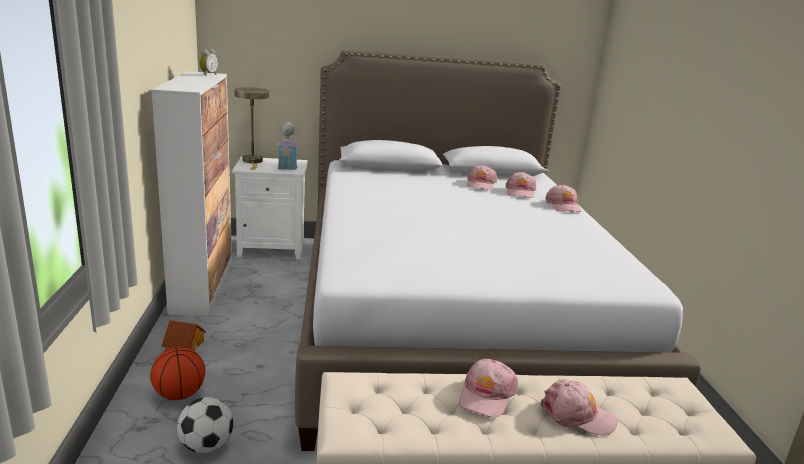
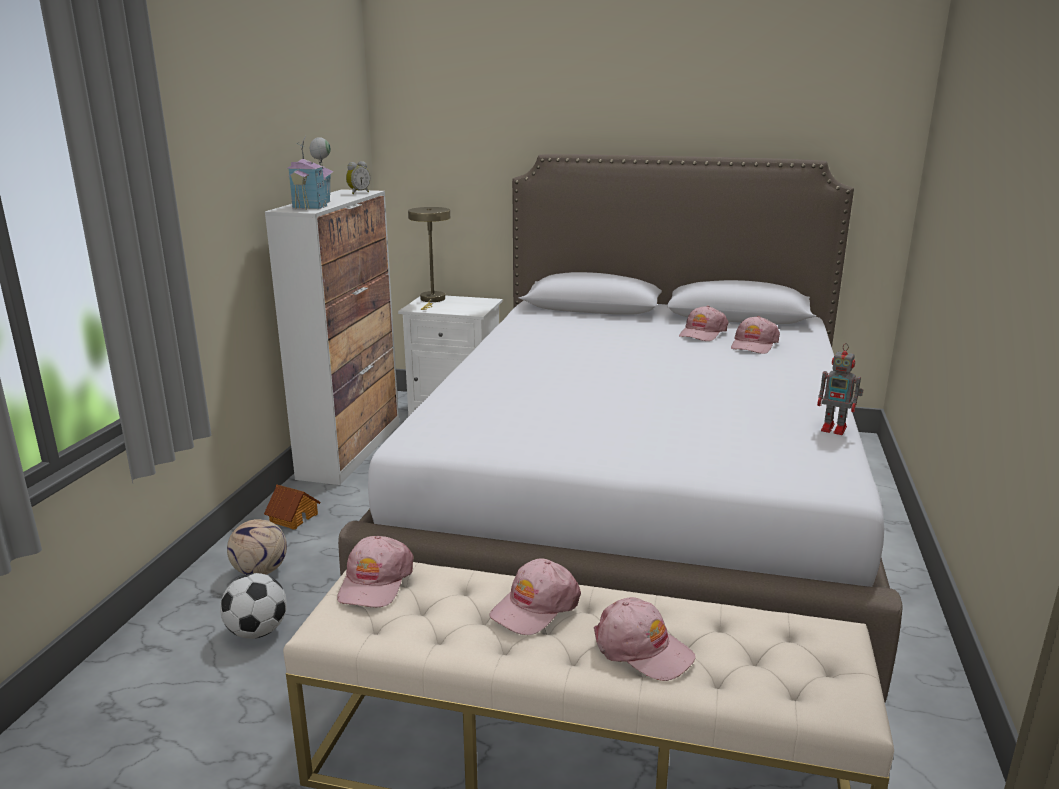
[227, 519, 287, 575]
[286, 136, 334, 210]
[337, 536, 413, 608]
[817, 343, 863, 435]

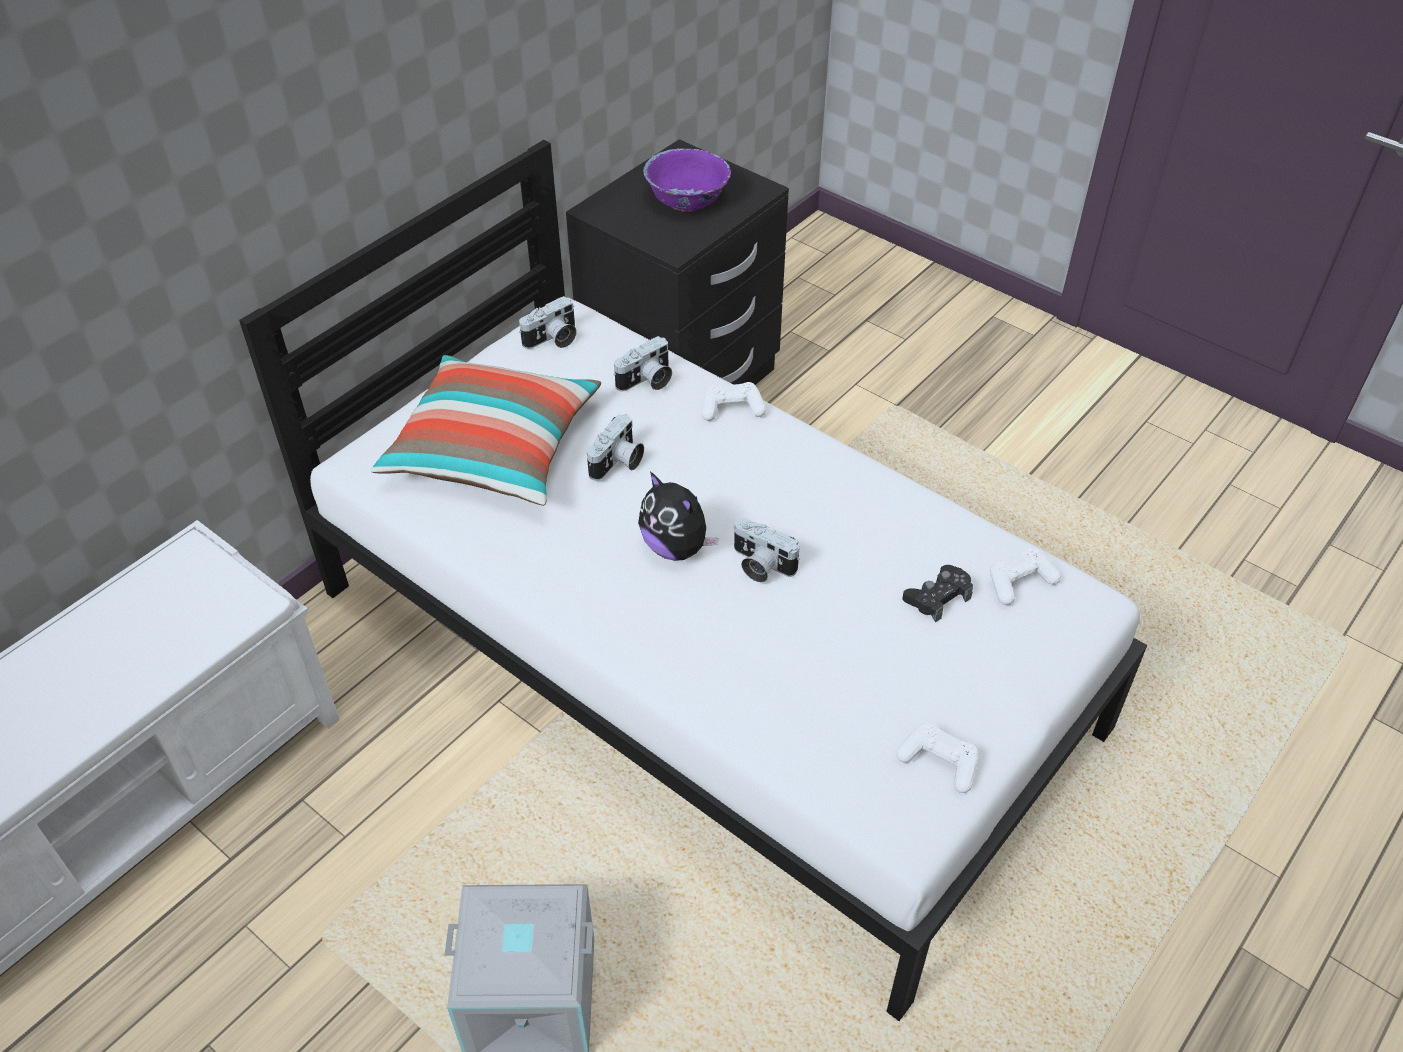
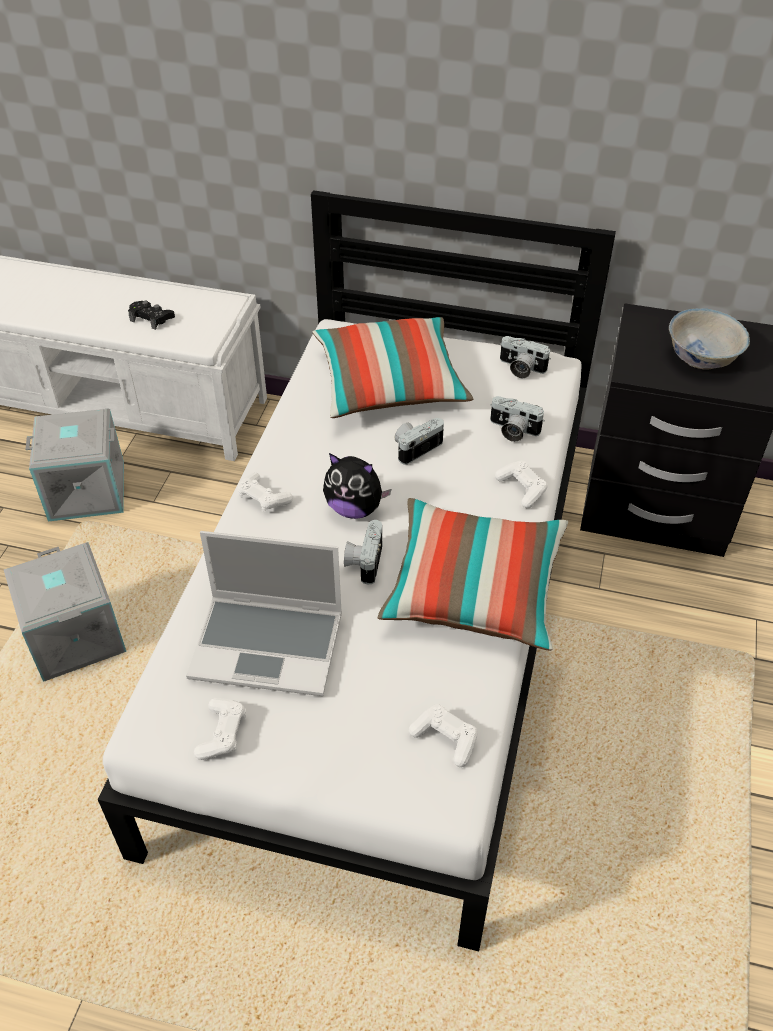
[394, 418, 444, 465]
[323, 453, 392, 519]
[669, 308, 750, 369]
[128, 301, 175, 330]
[25, 409, 124, 522]
[186, 531, 342, 696]
[237, 472, 293, 512]
[378, 498, 568, 650]

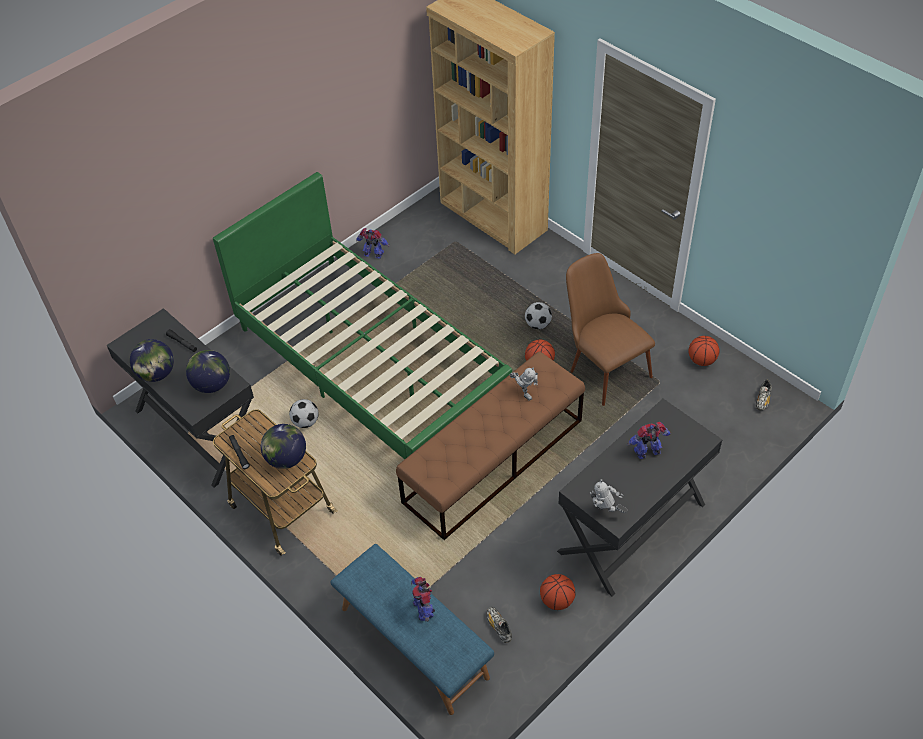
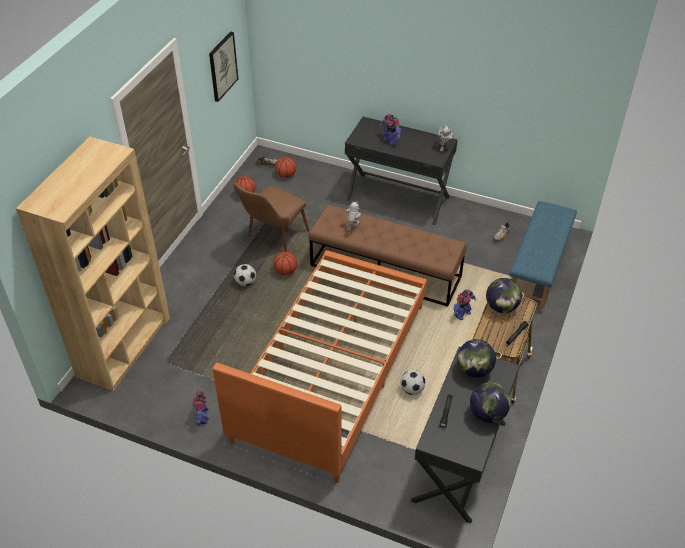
[213, 250, 427, 483]
[454, 289, 476, 320]
[275, 156, 297, 178]
[209, 32, 238, 102]

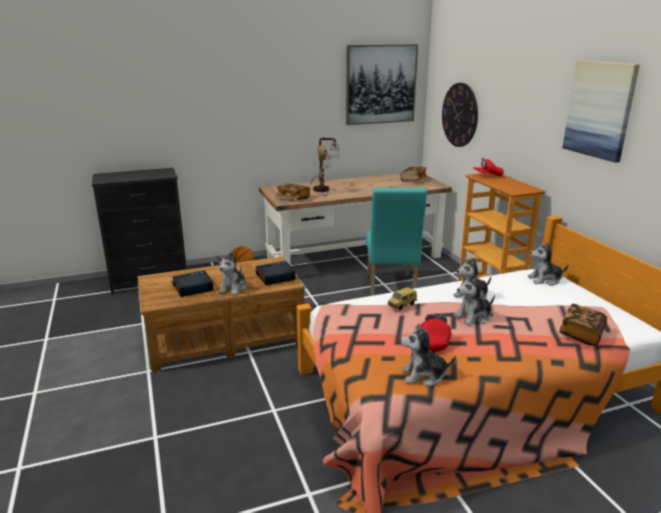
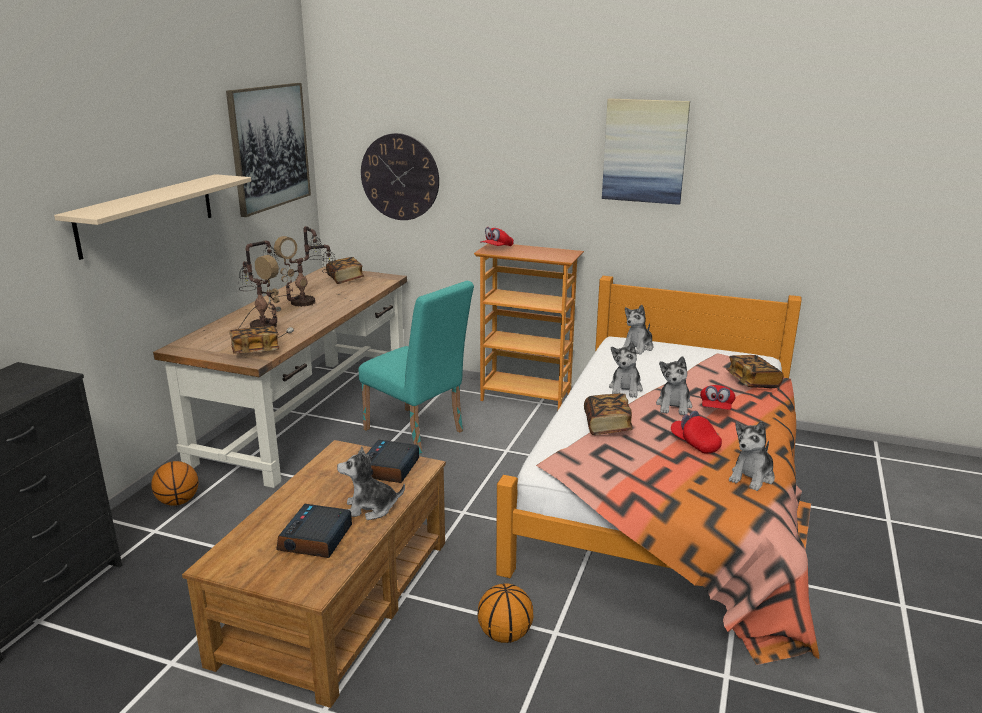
[337, 447, 405, 520]
[584, 394, 632, 435]
[54, 174, 251, 260]
[267, 226, 338, 311]
[477, 584, 533, 643]
[700, 385, 735, 410]

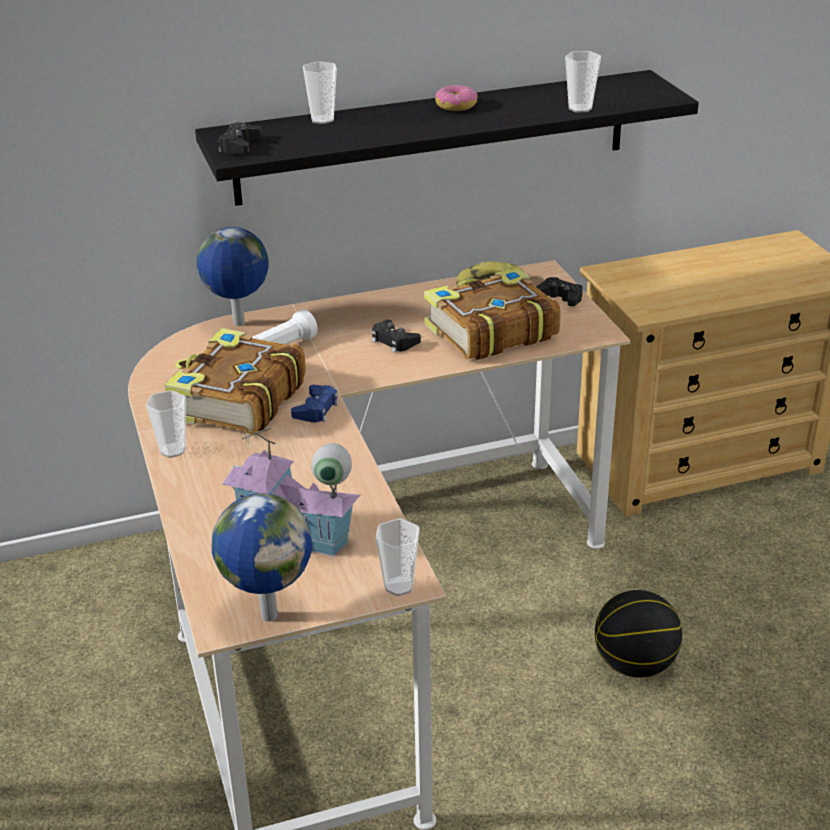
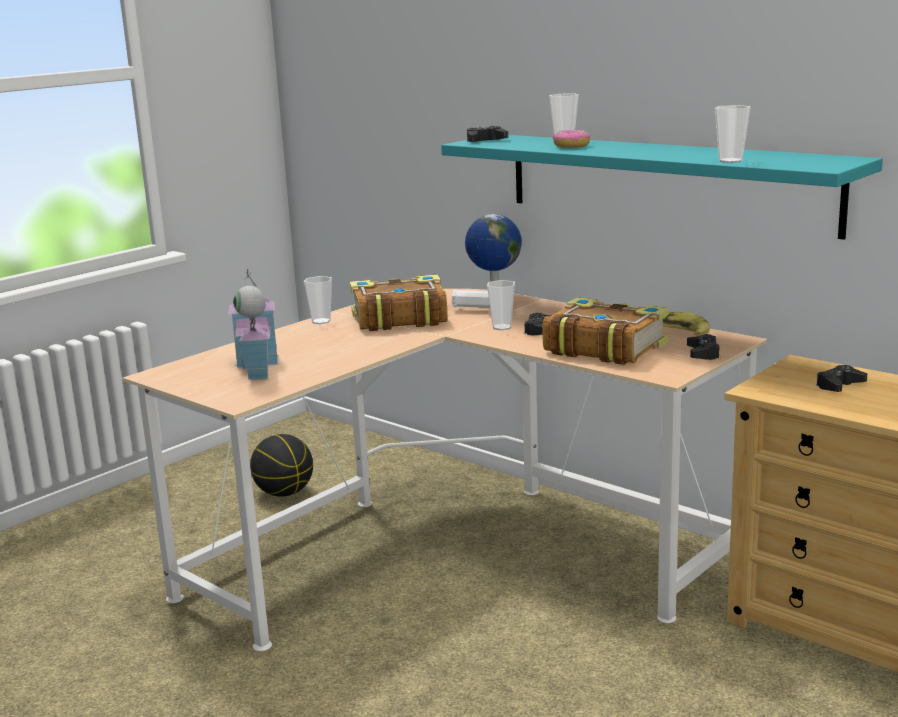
[441, 135, 883, 240]
[212, 493, 312, 622] (first image)
[291, 385, 339, 423] (first image)
[487, 280, 515, 330]
[553, 130, 590, 148]
[250, 434, 313, 497]
[816, 365, 867, 392]

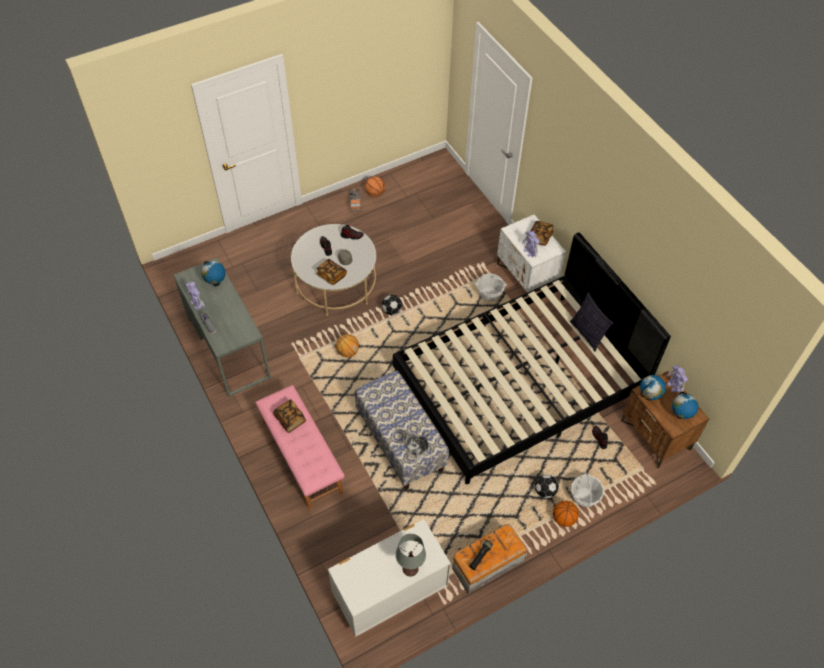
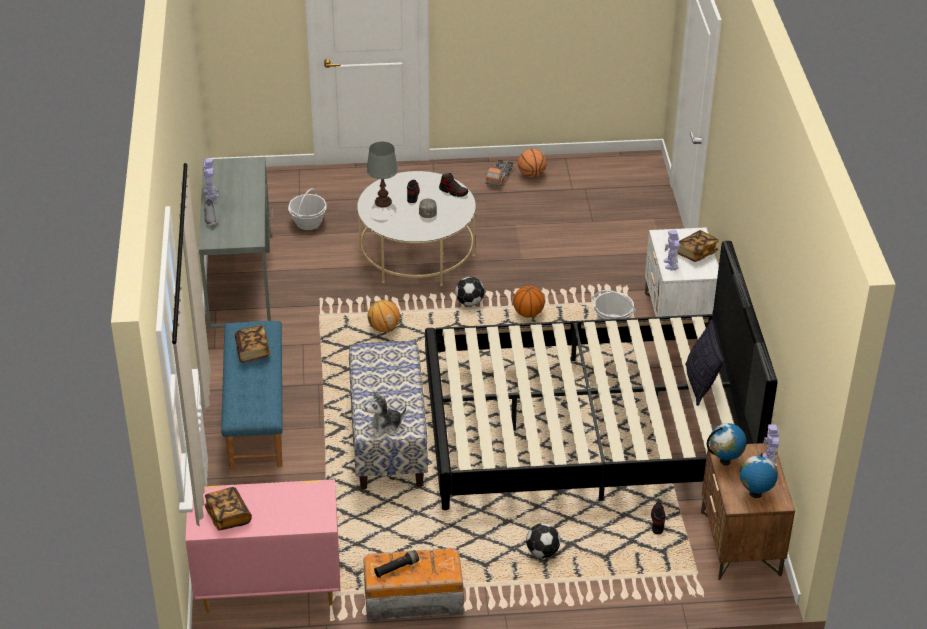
[201, 261, 226, 286] (first image)
[221, 321, 283, 470]
[205, 487, 252, 531]
[185, 479, 340, 613]
[366, 142, 398, 208]
[513, 286, 545, 318]
[288, 188, 327, 230]

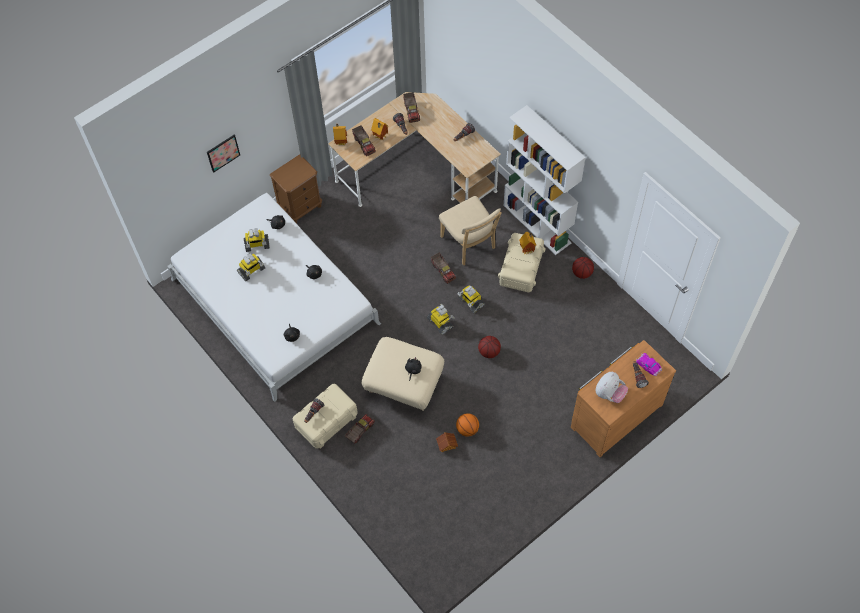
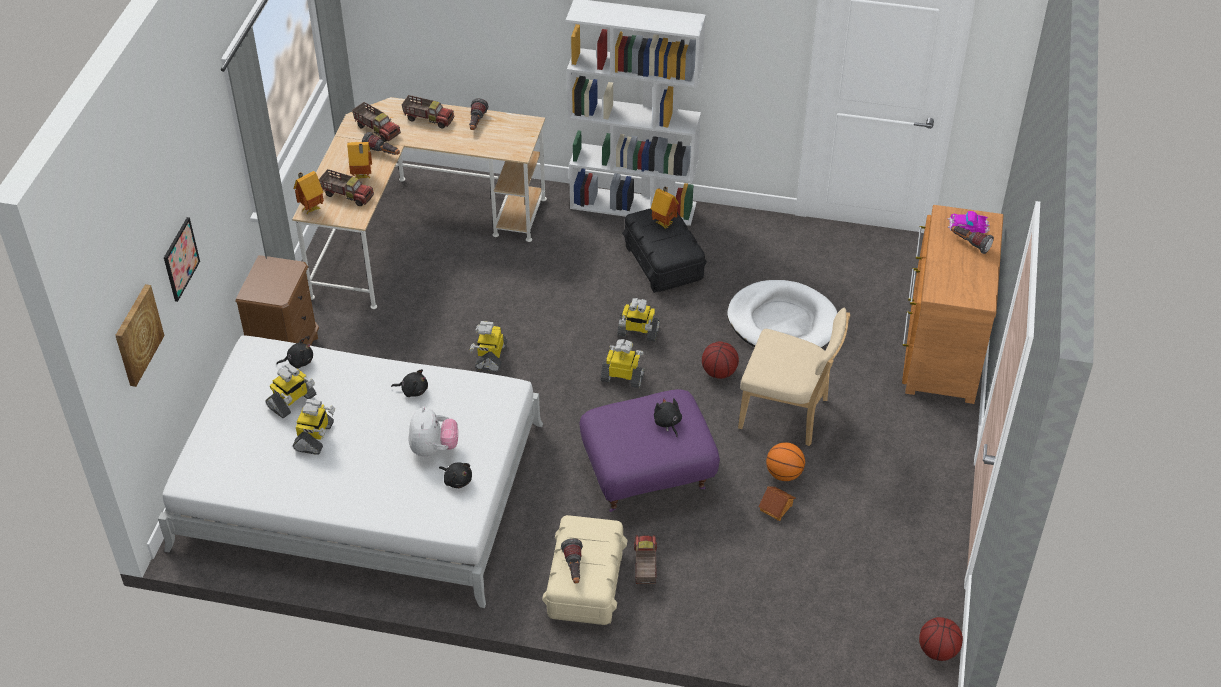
[580, 389, 720, 512]
[402, 95, 454, 129]
[738, 308, 850, 446]
[622, 208, 707, 293]
[919, 617, 963, 661]
[409, 406, 458, 456]
[115, 284, 165, 387]
[470, 321, 508, 372]
[727, 280, 837, 348]

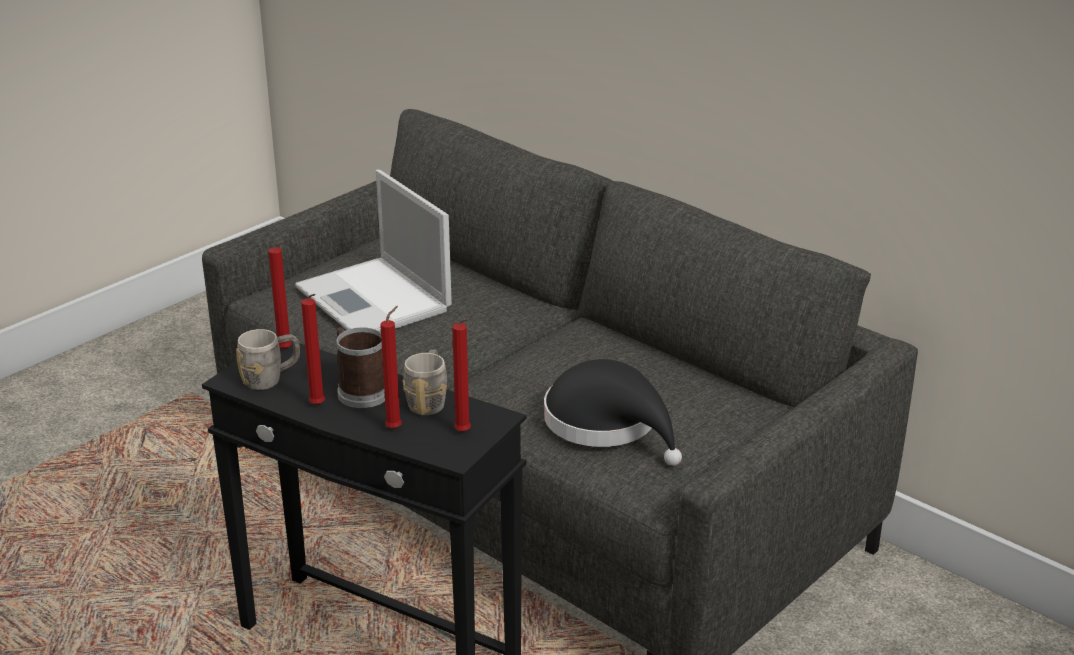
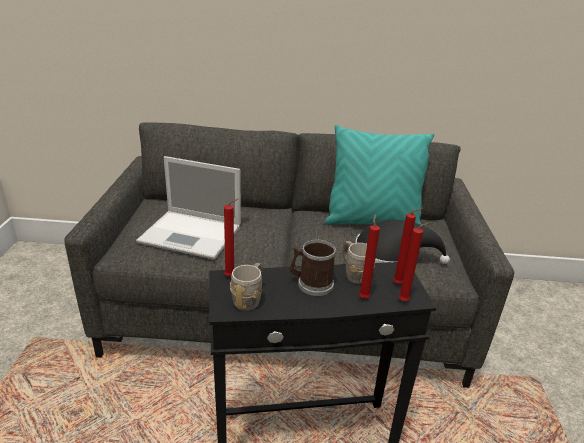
[399, 223, 430, 301]
[324, 125, 434, 225]

